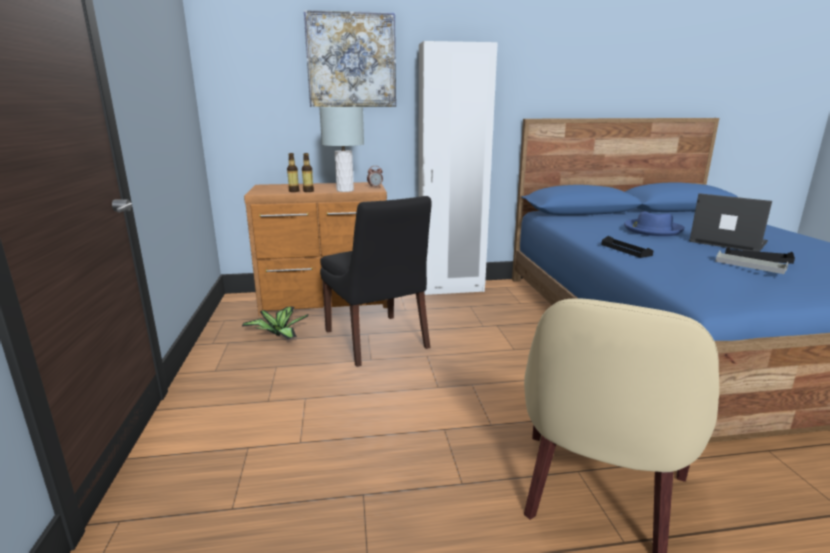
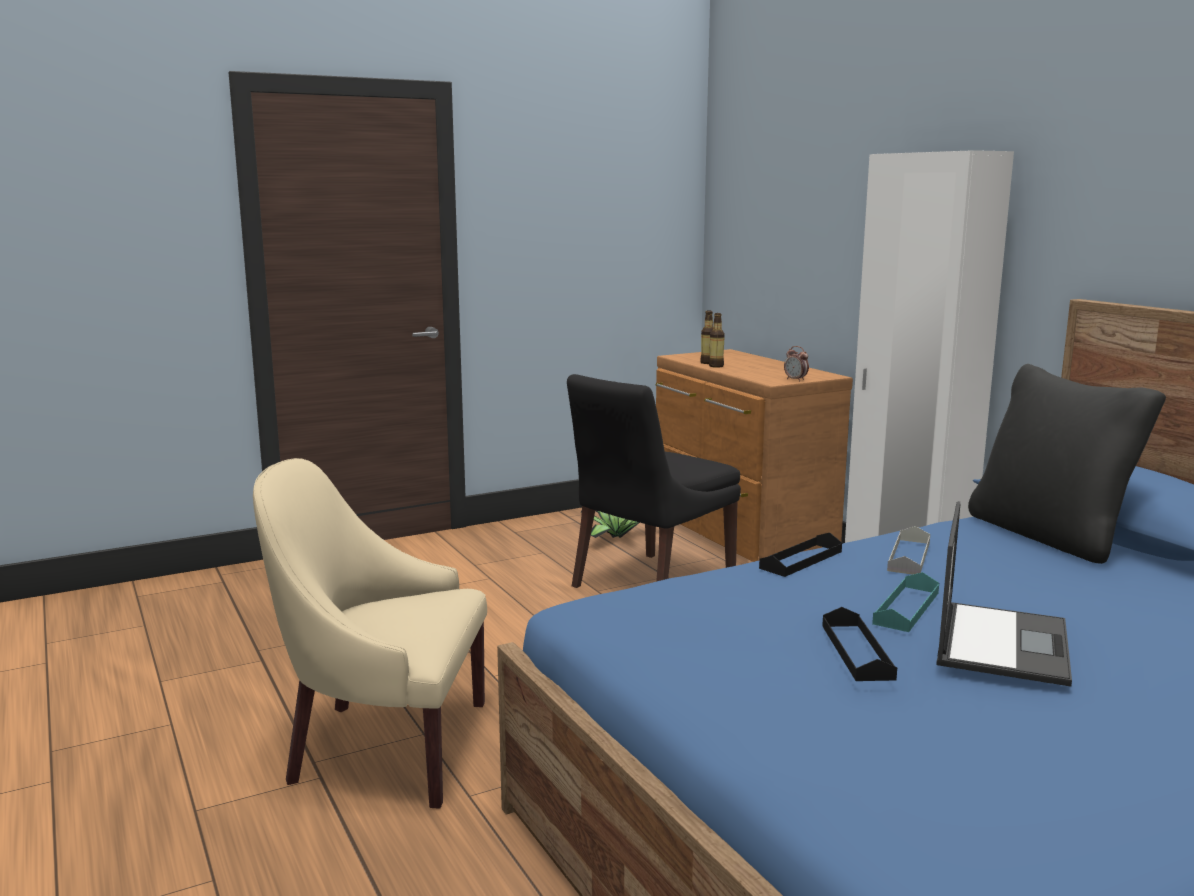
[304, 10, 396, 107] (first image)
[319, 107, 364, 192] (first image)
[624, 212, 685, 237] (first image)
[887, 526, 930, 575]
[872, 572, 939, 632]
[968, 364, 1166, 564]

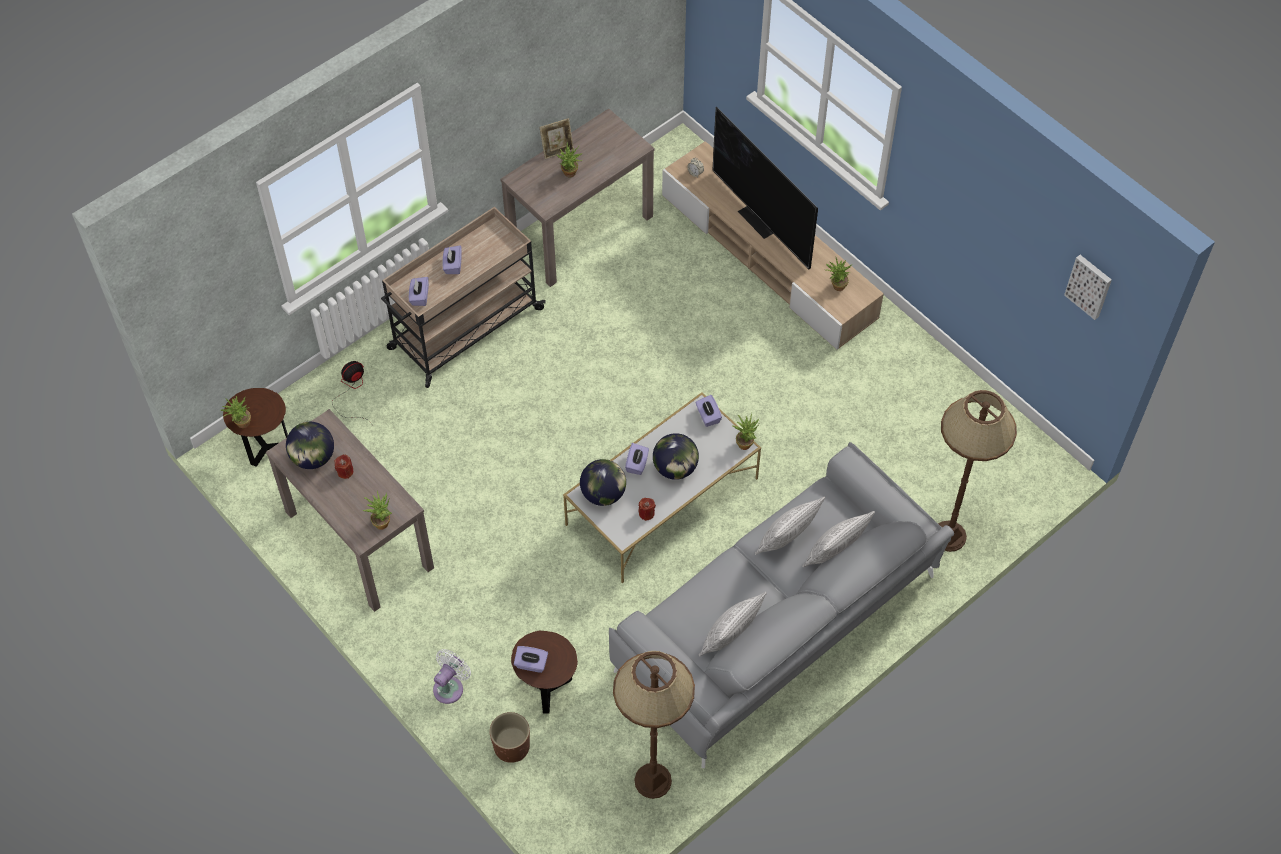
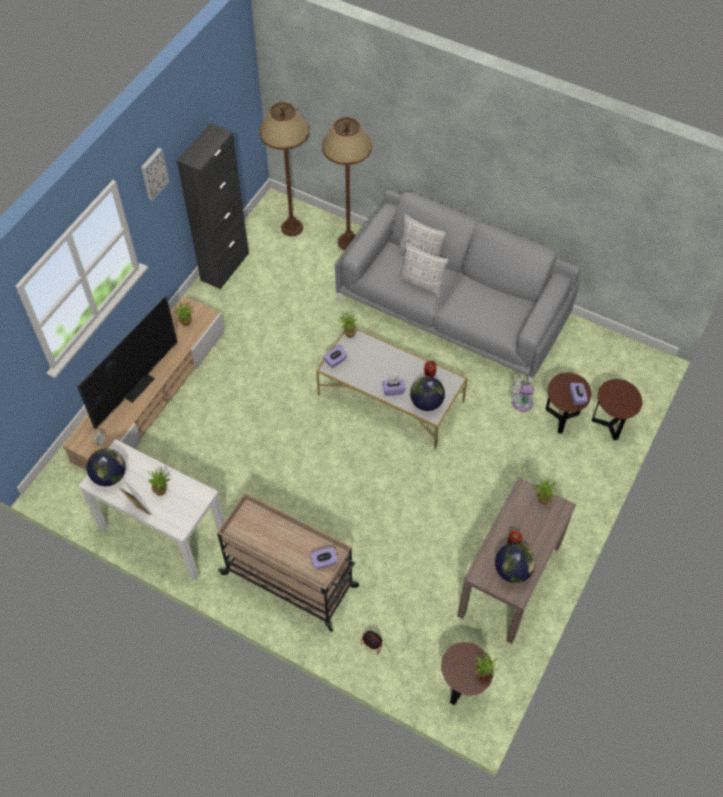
[510, 374, 534, 412]
[443, 246, 462, 274] (first image)
[592, 379, 643, 440]
[78, 439, 224, 580]
[259, 102, 309, 237]
[87, 448, 126, 486]
[699, 592, 767, 657] (first image)
[141, 148, 169, 201]
[177, 123, 249, 289]

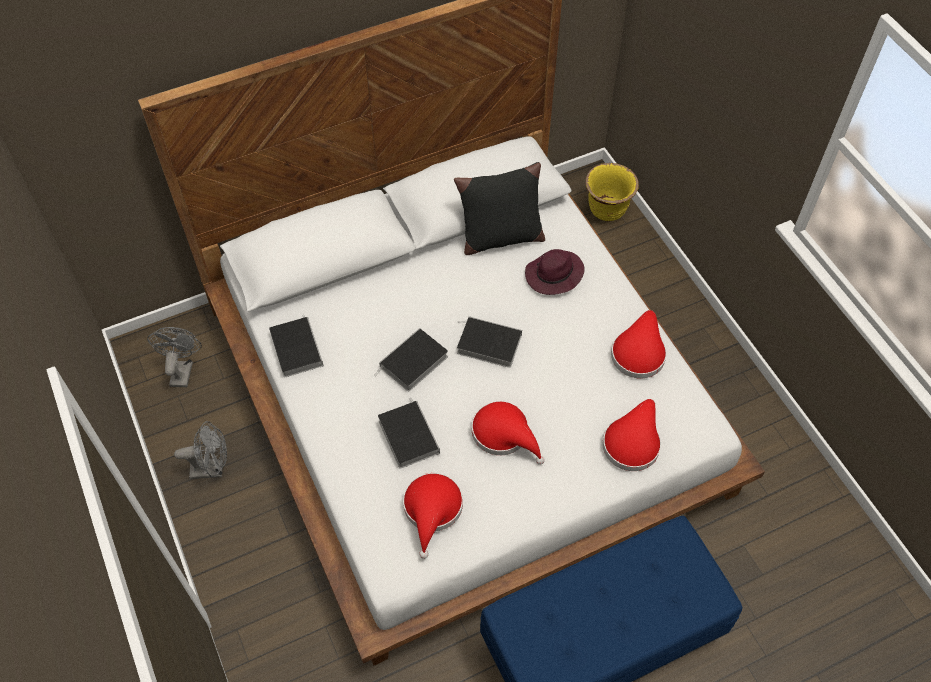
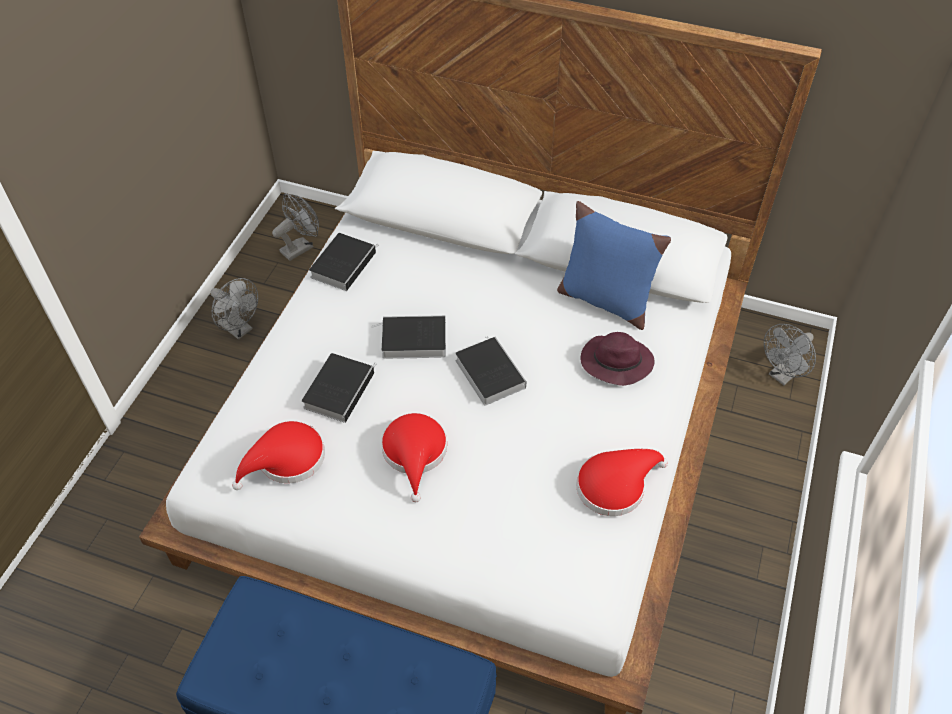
[557, 201, 671, 330]
[764, 324, 816, 385]
[602, 399, 661, 471] (first image)

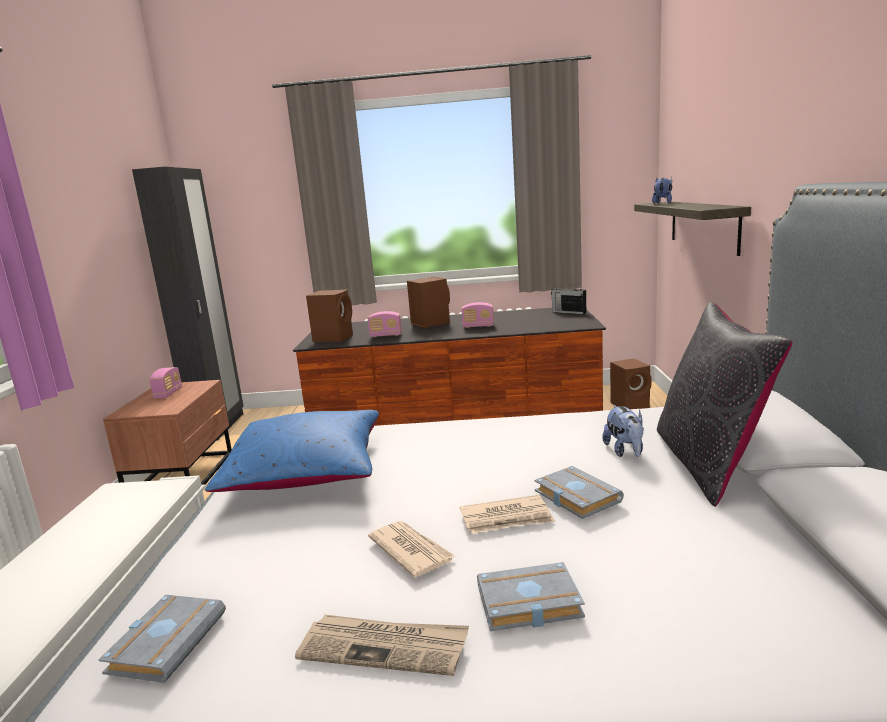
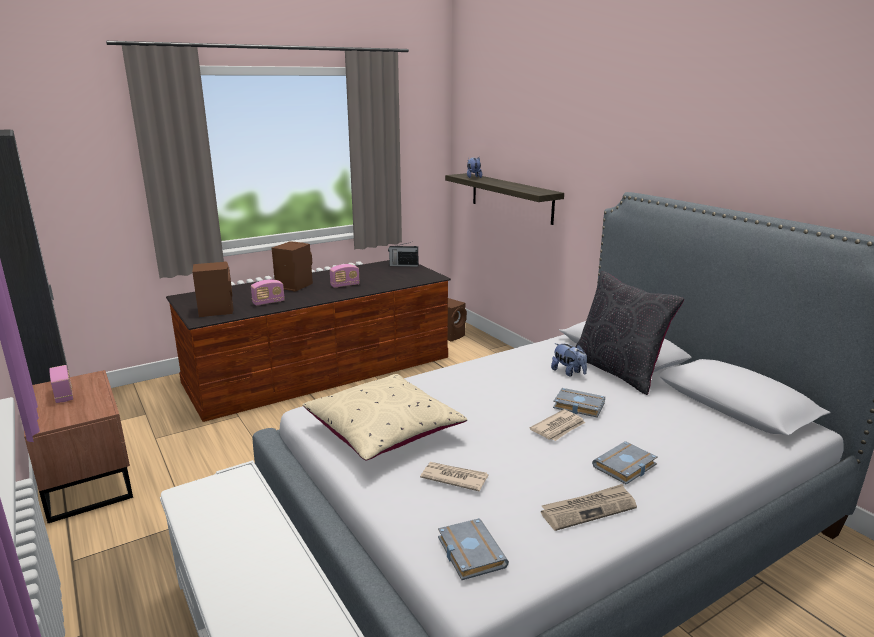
[302, 374, 467, 461]
[420, 462, 488, 492]

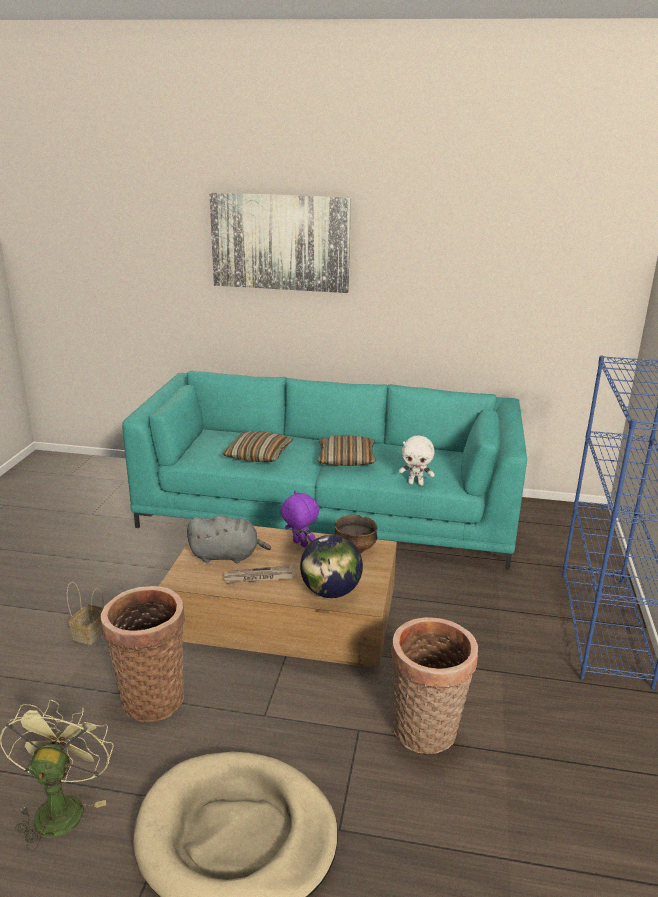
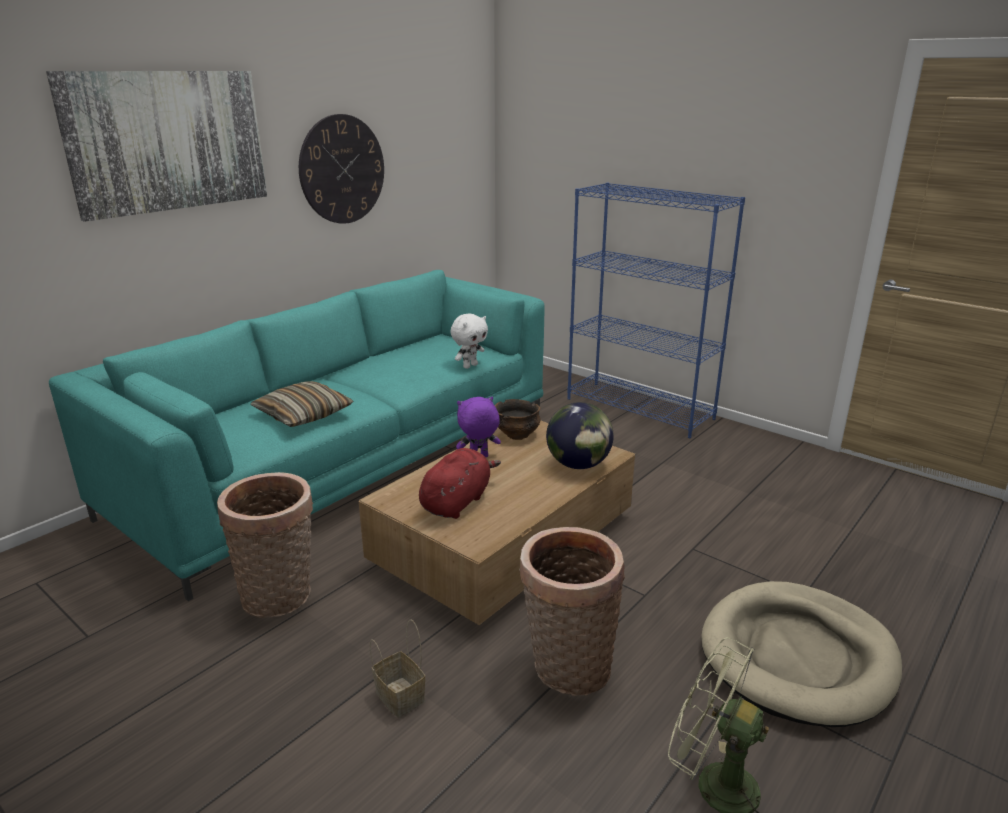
[419, 448, 501, 519]
[224, 565, 295, 584] (first image)
[317, 435, 376, 466] (first image)
[217, 472, 313, 618]
[299, 114, 384, 224]

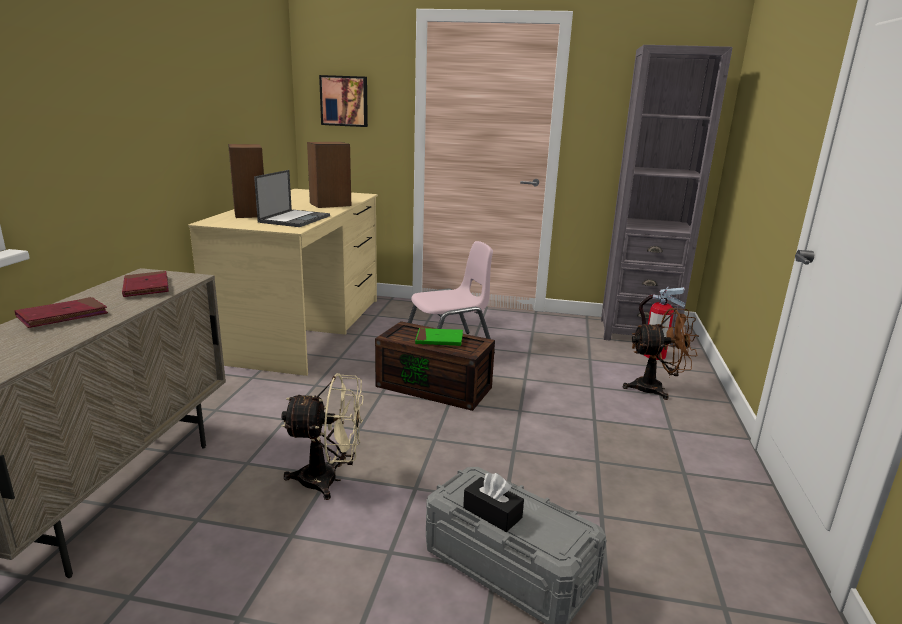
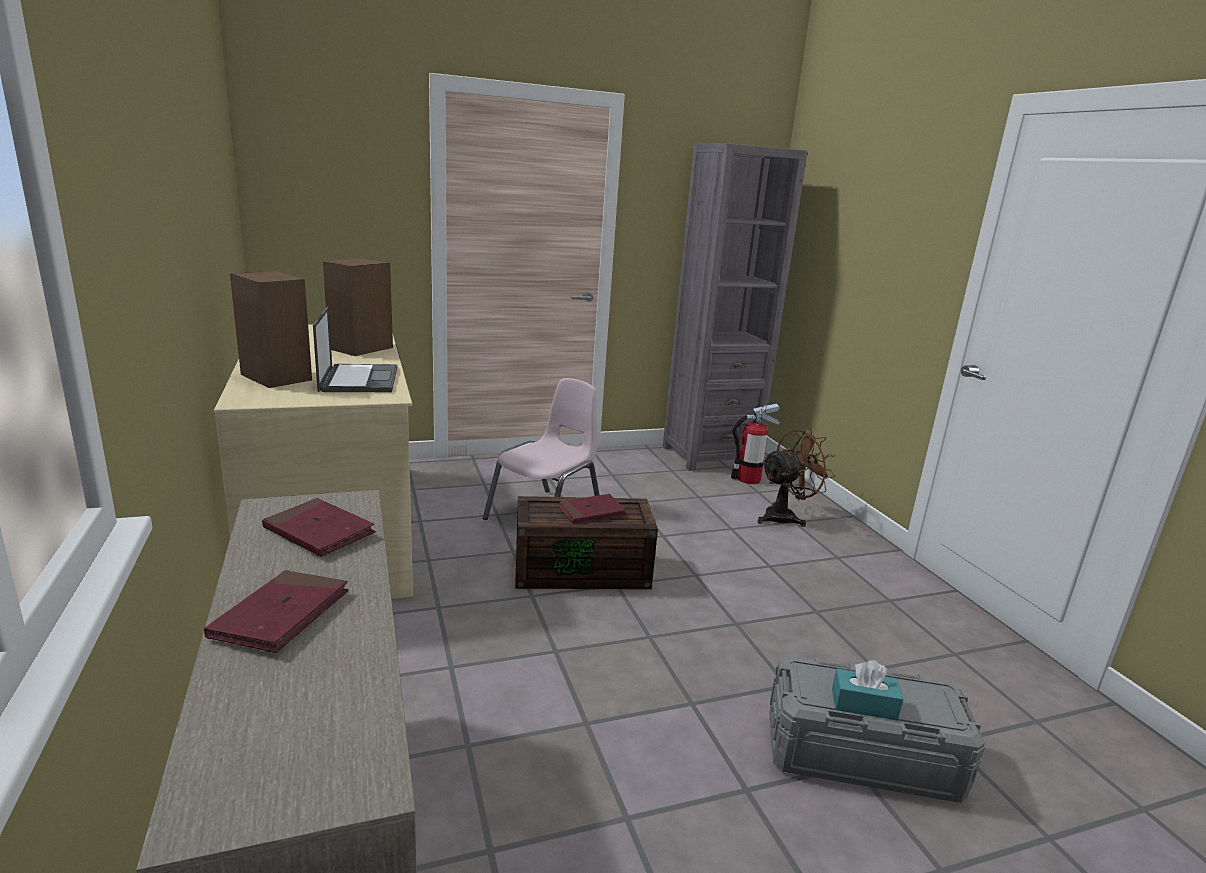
[281, 373, 364, 500] (first image)
[319, 75, 368, 127] (first image)
[559, 494, 625, 524]
[832, 660, 904, 720]

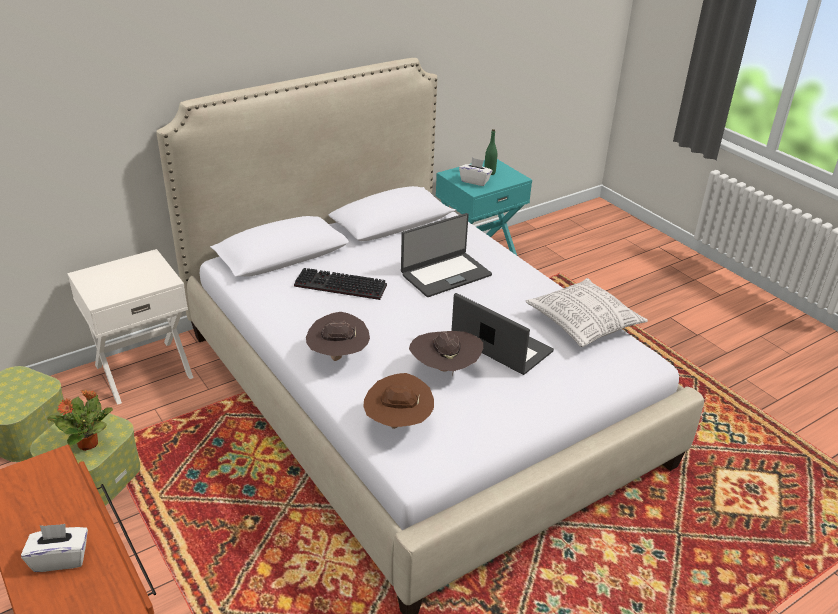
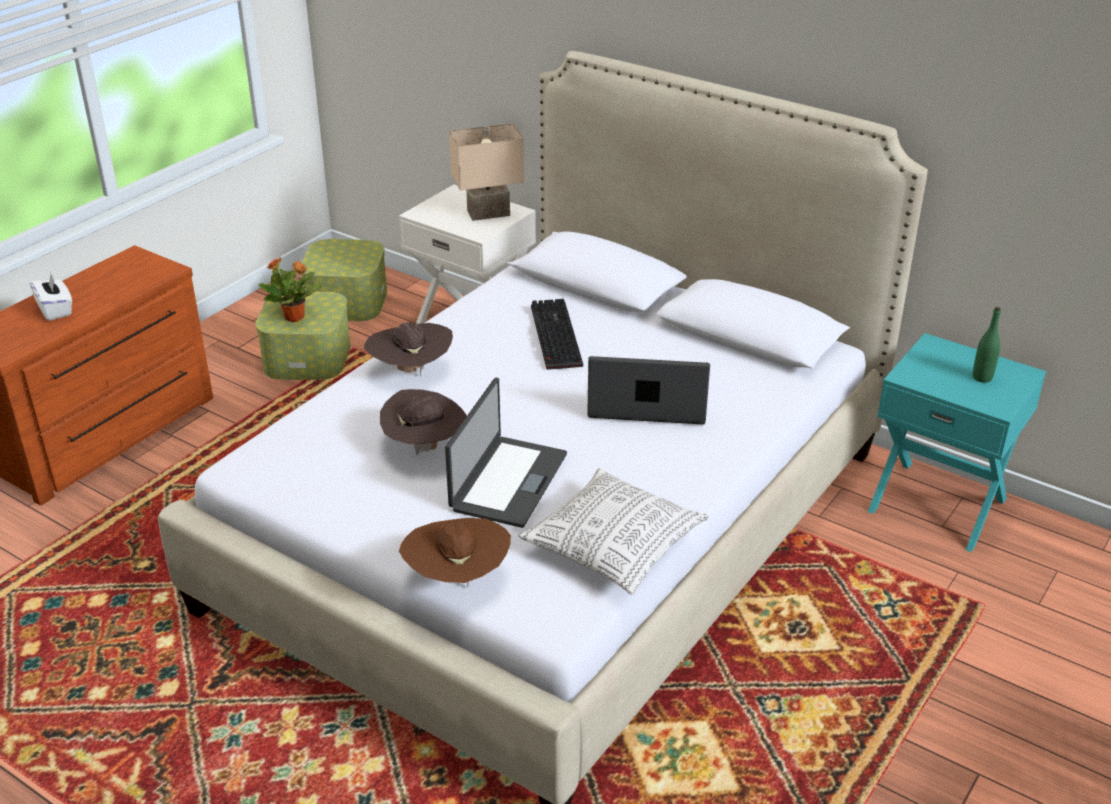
[399, 518, 511, 587]
[587, 356, 710, 424]
[459, 158, 493, 186] (first image)
[449, 123, 524, 221]

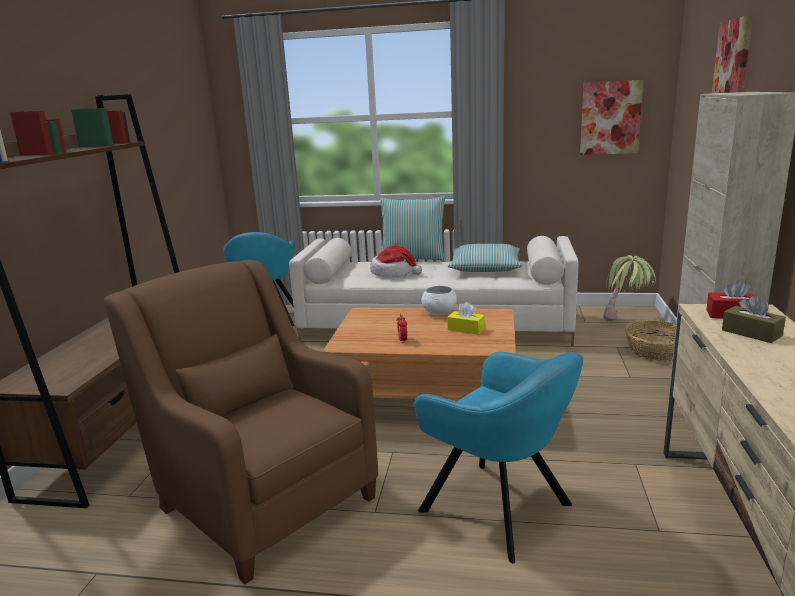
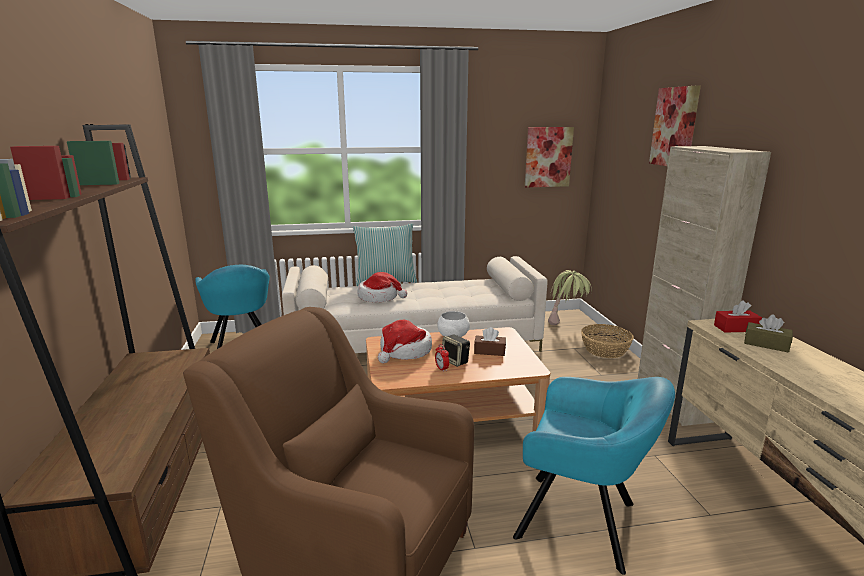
[447, 244, 523, 272] (first image)
[474, 327, 506, 356]
[378, 320, 432, 363]
[442, 334, 470, 367]

